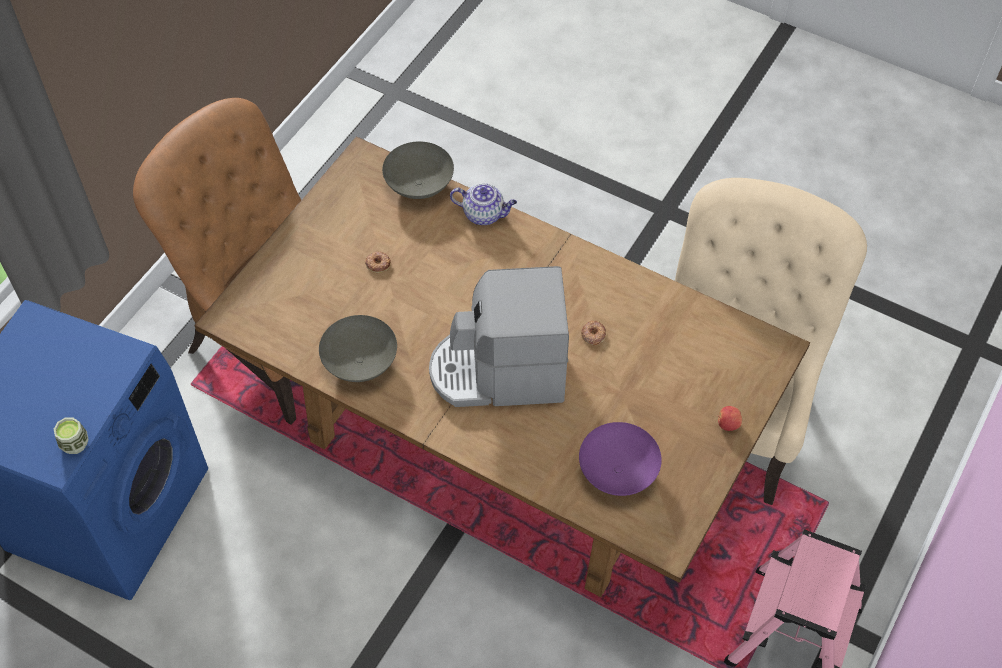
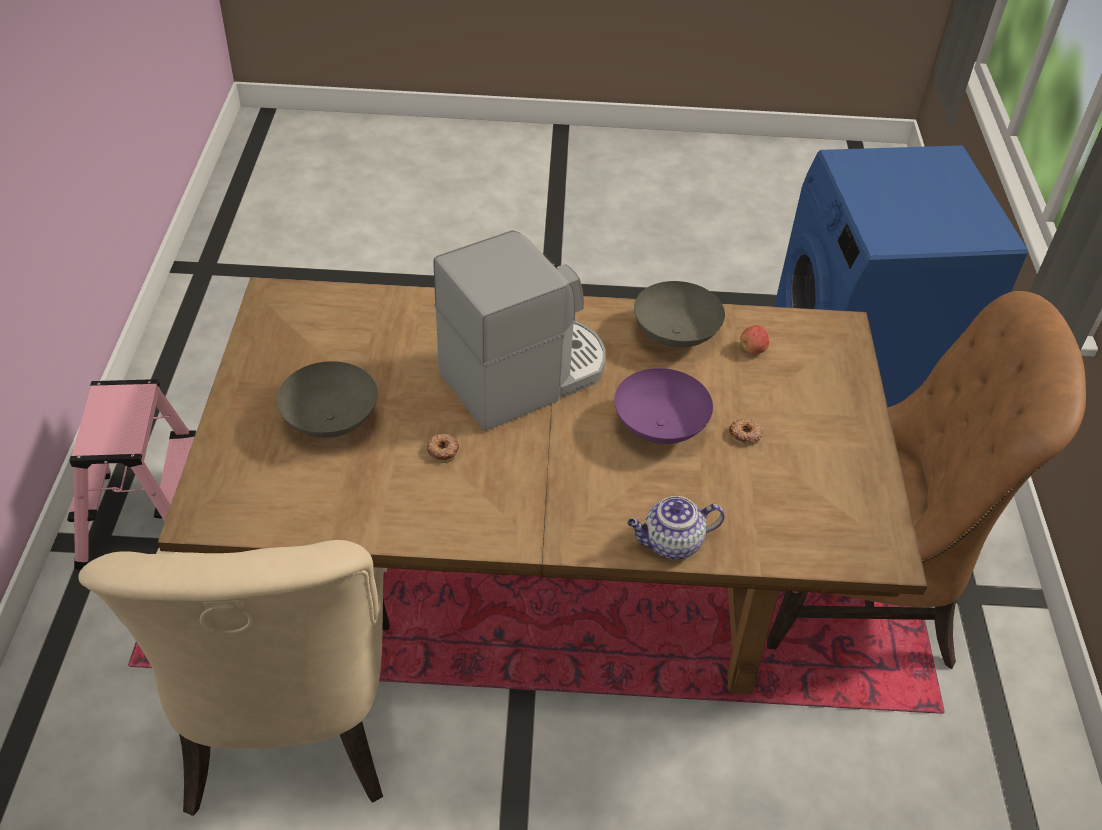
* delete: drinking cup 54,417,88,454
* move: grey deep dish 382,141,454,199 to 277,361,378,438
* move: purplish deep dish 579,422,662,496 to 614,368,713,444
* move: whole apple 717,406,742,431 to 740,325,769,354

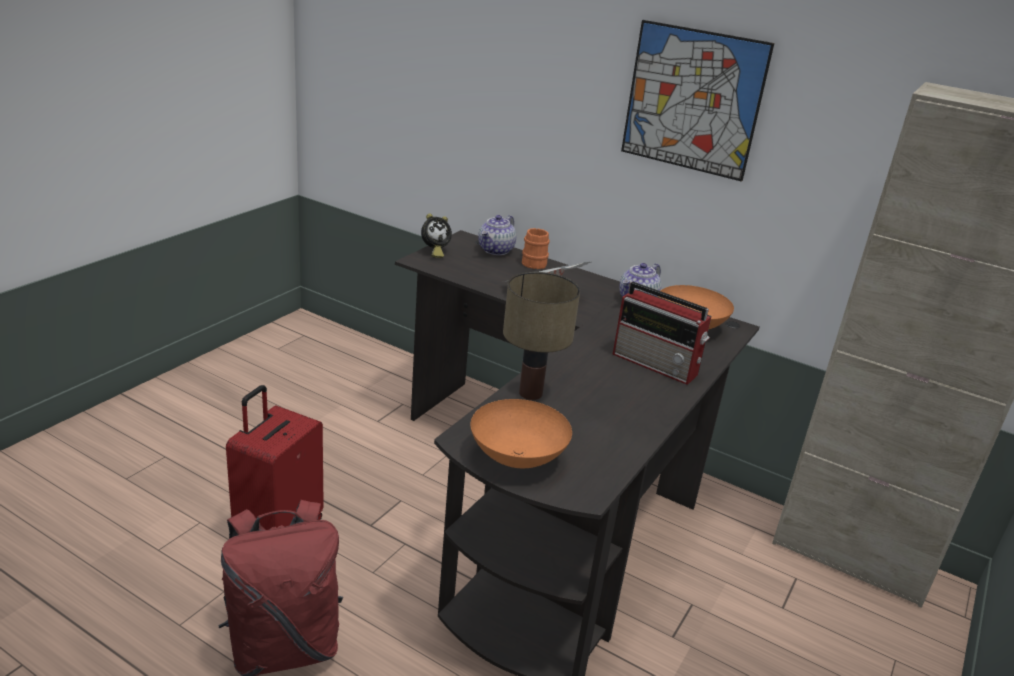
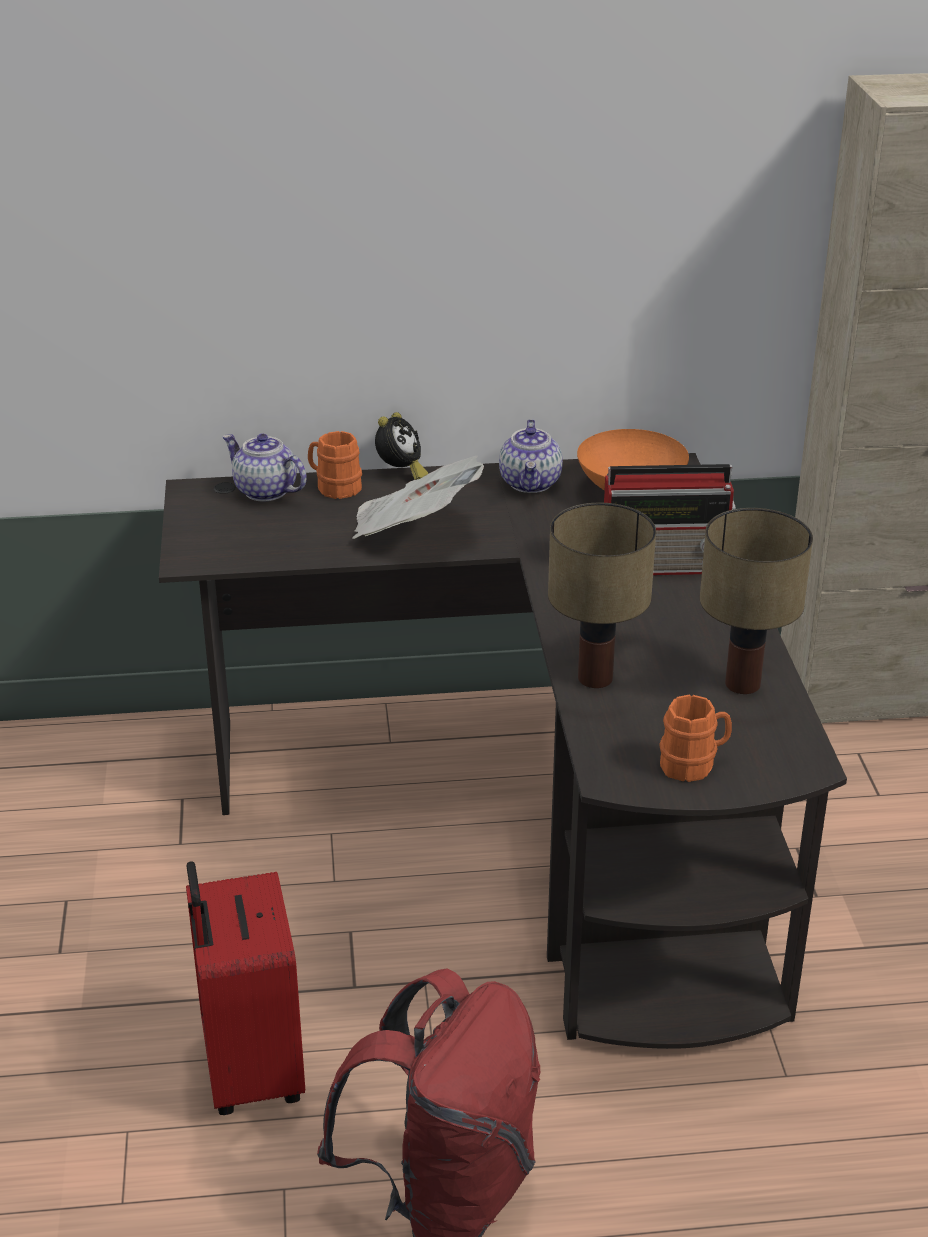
* move: table clock 421,213,452,258 to 375,412,428,480
* replace: orange-coloured deep dish 470,399,572,468 to orange-coloured mug 659,695,732,782
* rotate: tea pot 478,215,516,255 = 222,433,307,502 135 degrees clockwise
* delete: wall picture 621,20,774,182
* insert: tabletop lamp 700,508,813,694

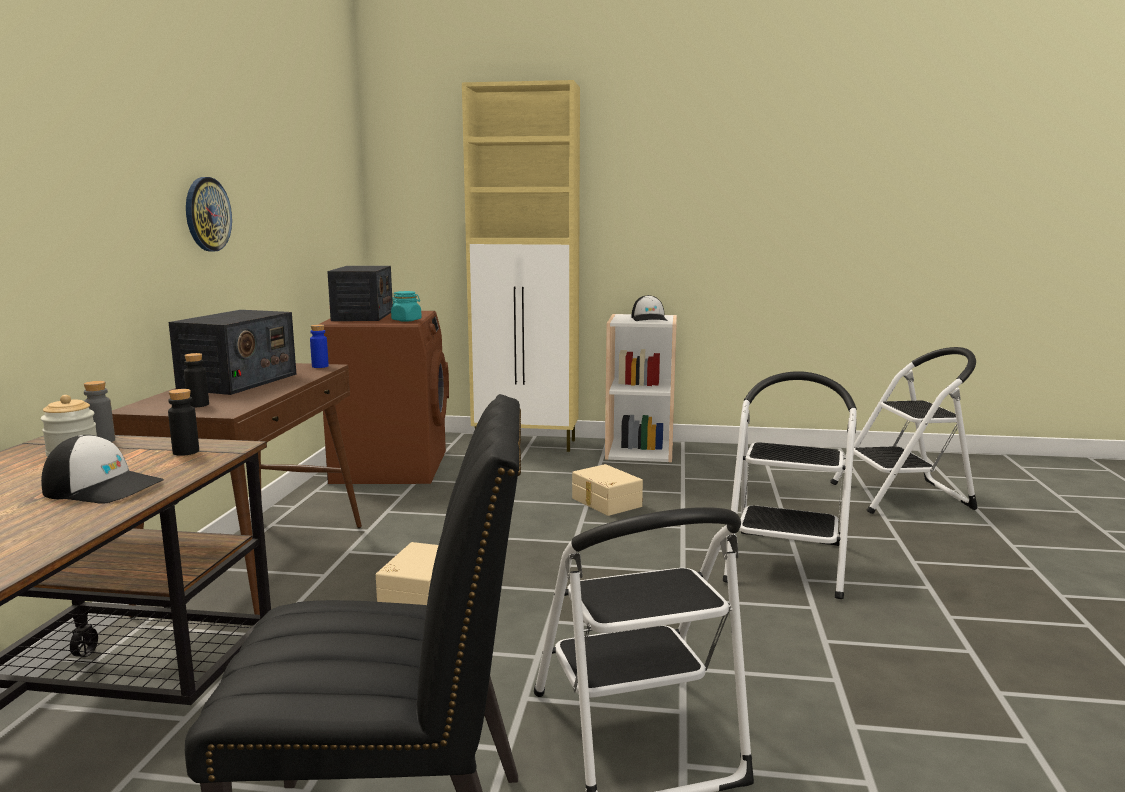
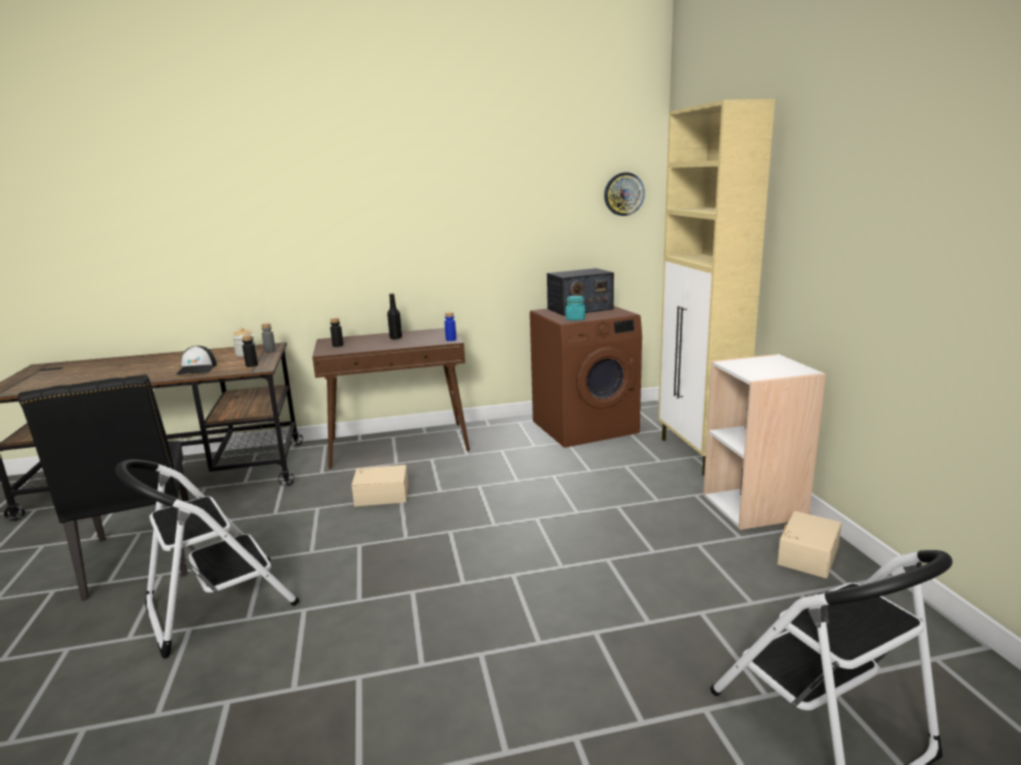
* replace: radio 168,310,296,395 to black bottle 387,293,402,339
* move: wall clock 186,177,232,252 to 604,172,645,216
* move: sand-coloured storage box 572,464,643,516 to 777,511,842,578
* delete: baseball cap 631,295,667,321
* delete: step stool 723,371,857,599

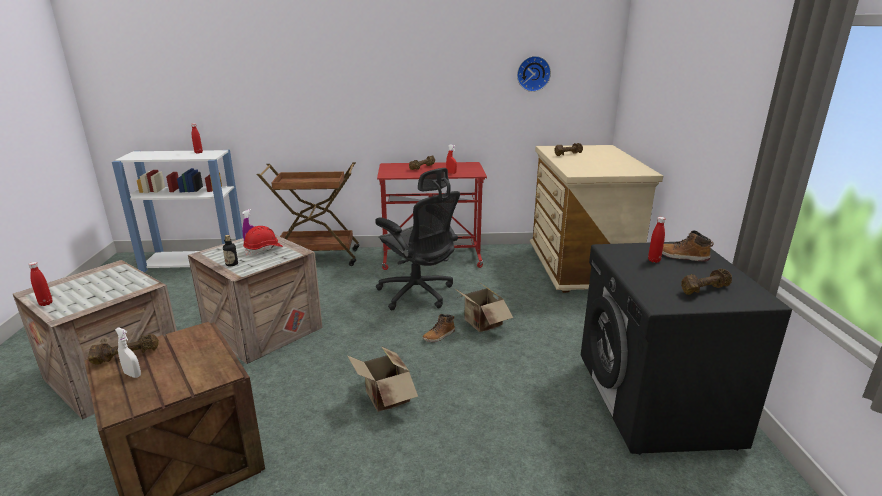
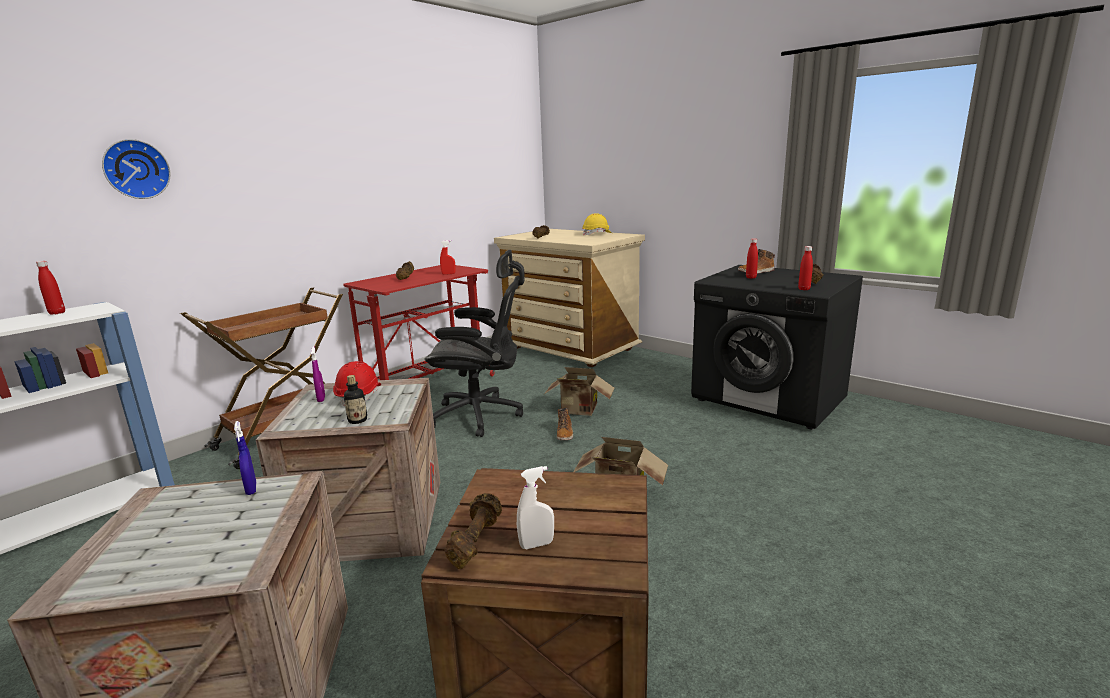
* move: red-coloured bottle 28,262,52,306 to 798,246,813,290
* move: wall clock 517,56,551,92 to 102,139,171,199
* insert: bluish hand sprayer 234,421,256,495
* insert: yellow-coloured hard hat 582,213,612,236

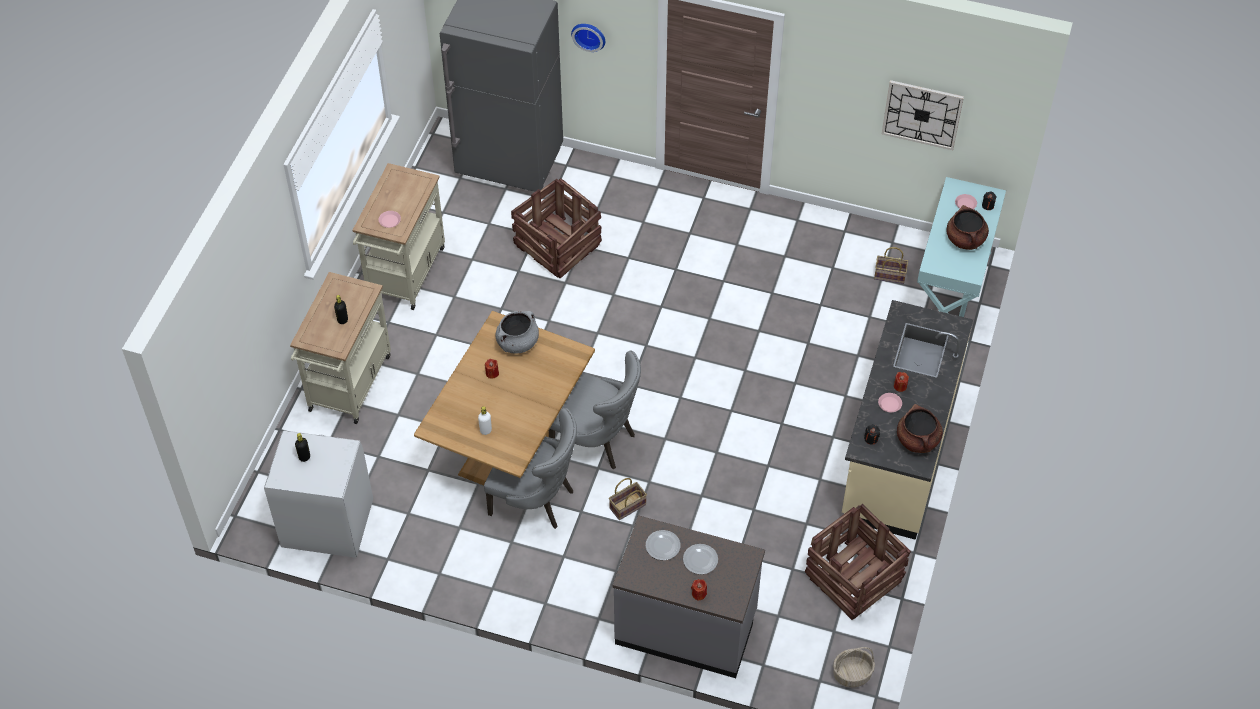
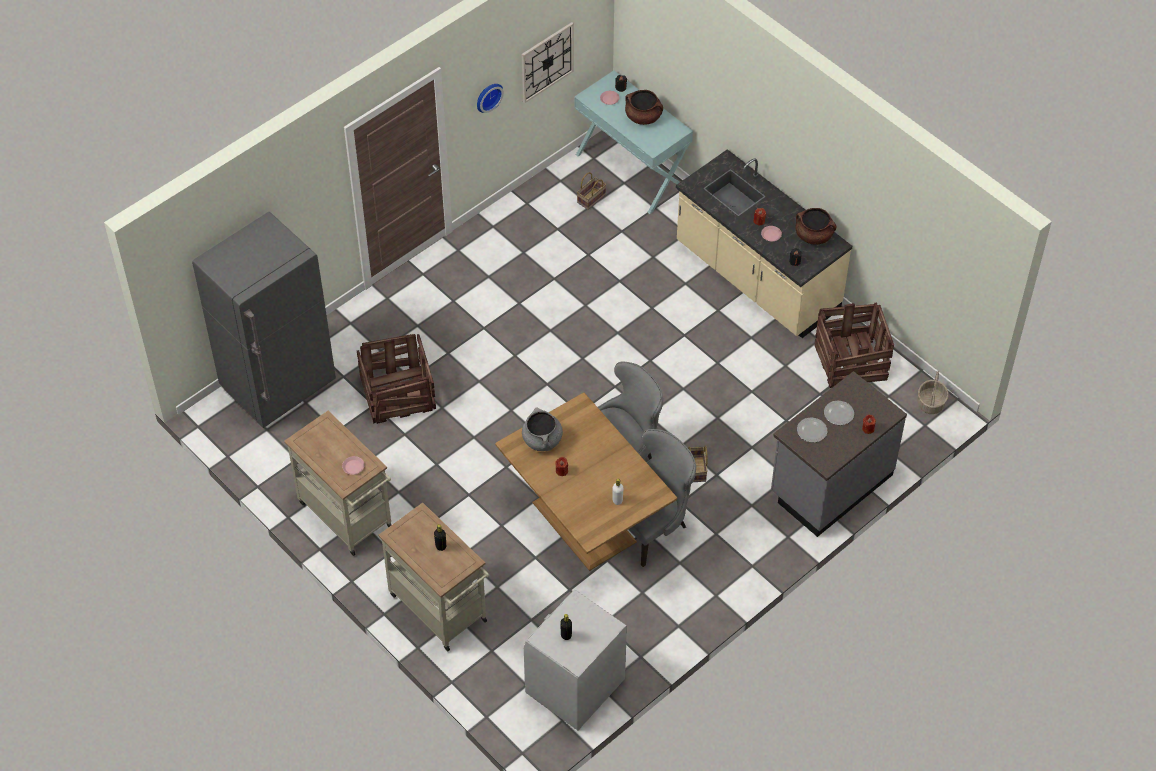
* move: wall clock 571,24,605,52 to 477,84,504,113

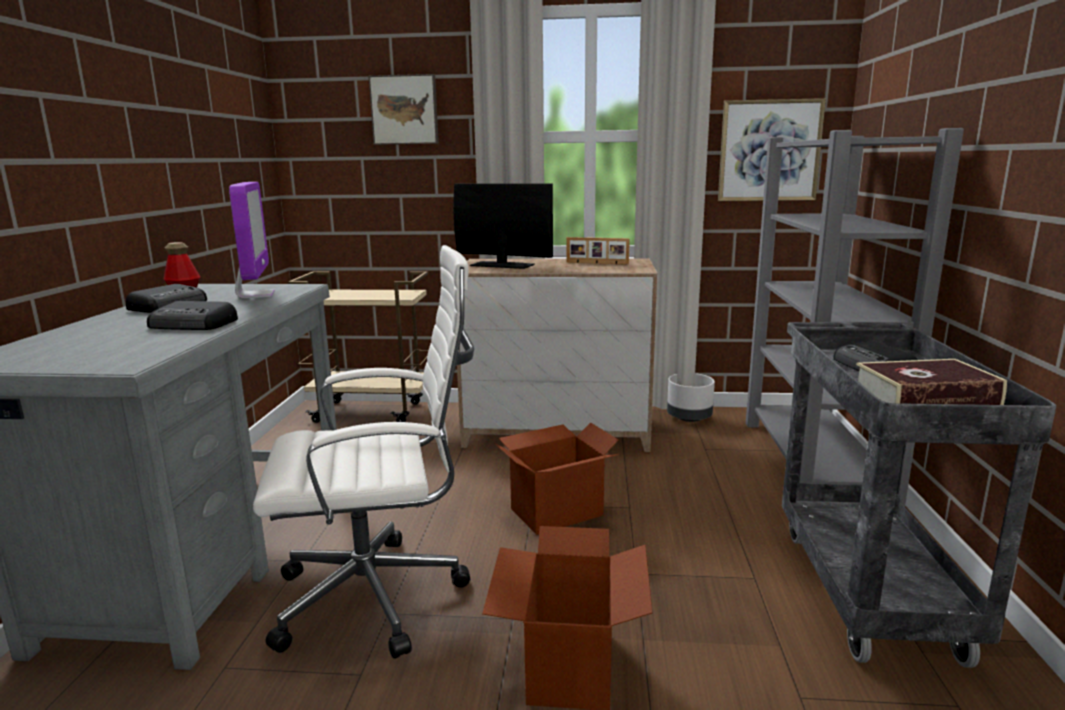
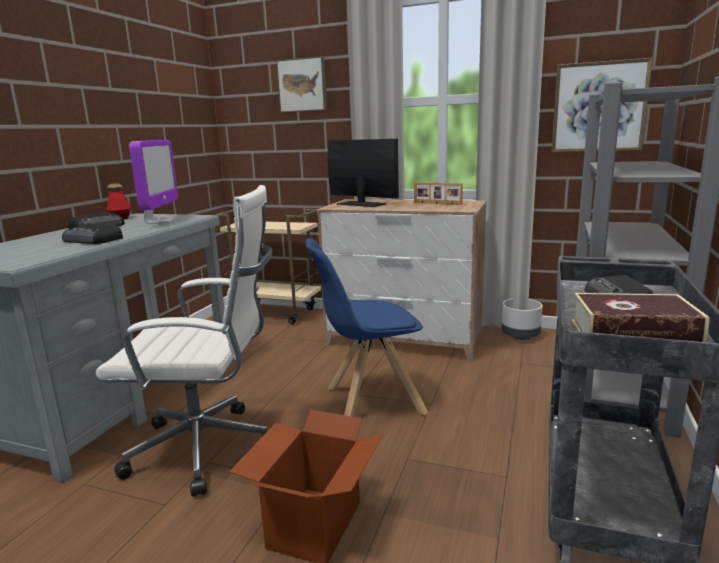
* replace: cardboard box 494,422,619,535 to bluish upright chair 306,238,428,417

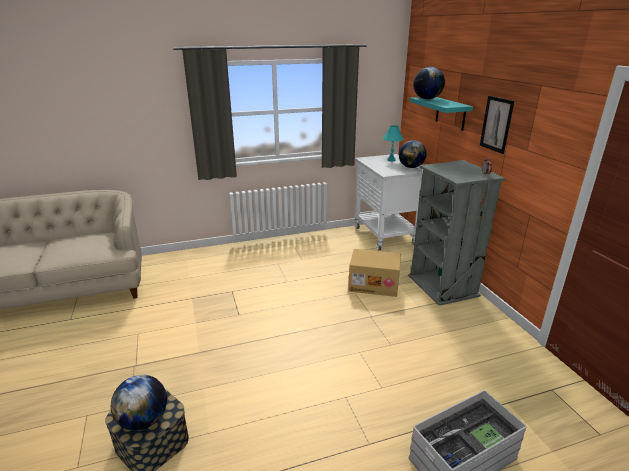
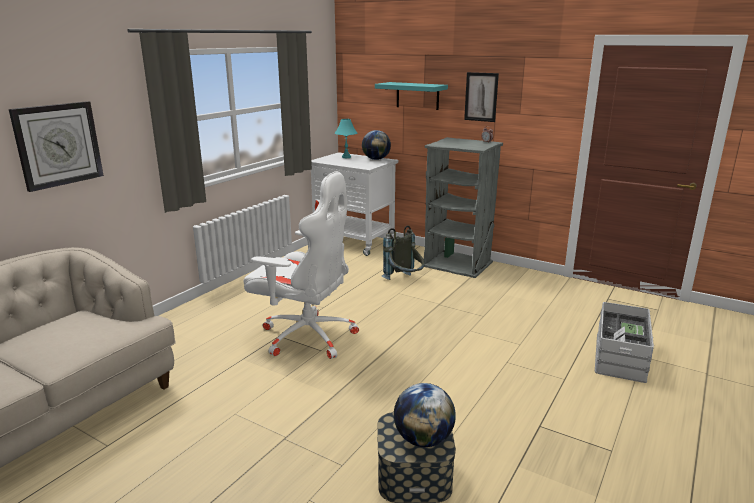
* replace: cardboard box 348,249,401,297 to grey backpack 382,225,425,280
* delete: world globe 413,67,445,99
* insert: wall clock 9,101,104,192
* insert: white-coloured desk chair 244,171,359,359

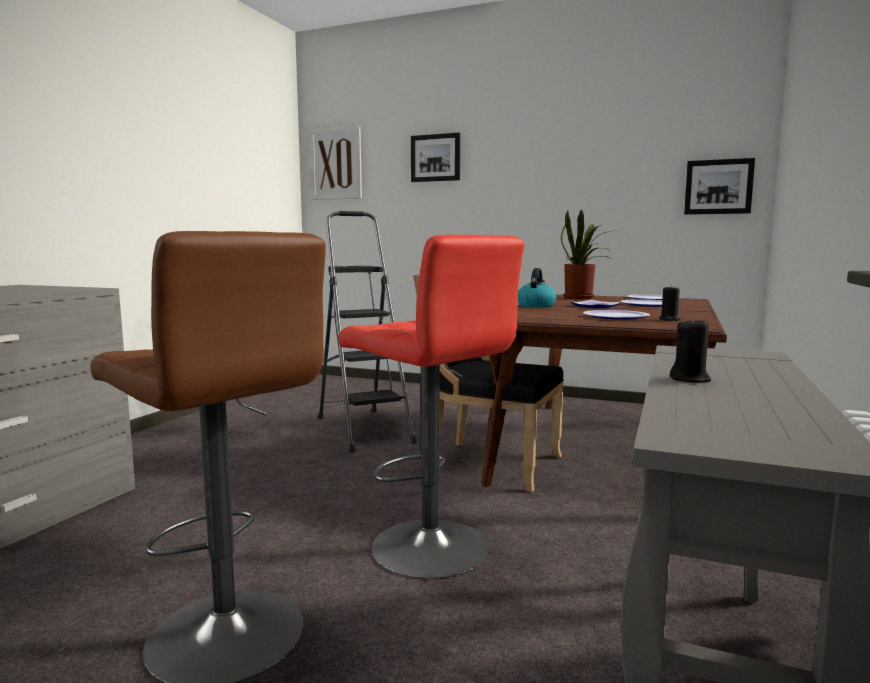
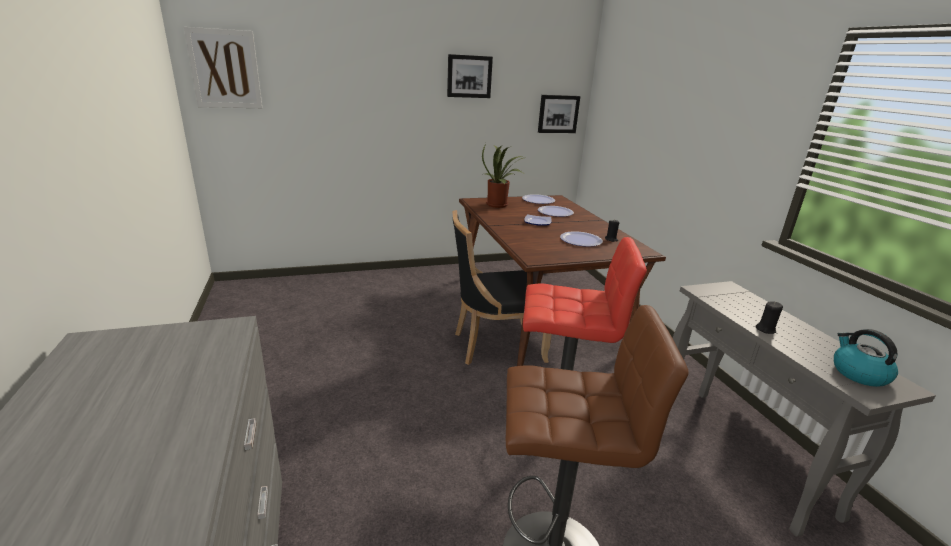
* delete: step stool 317,211,418,453
* move: wall picture 411,133,460,182 to 447,54,493,98
* move: tea kettle 518,268,557,307 to 834,329,898,387

